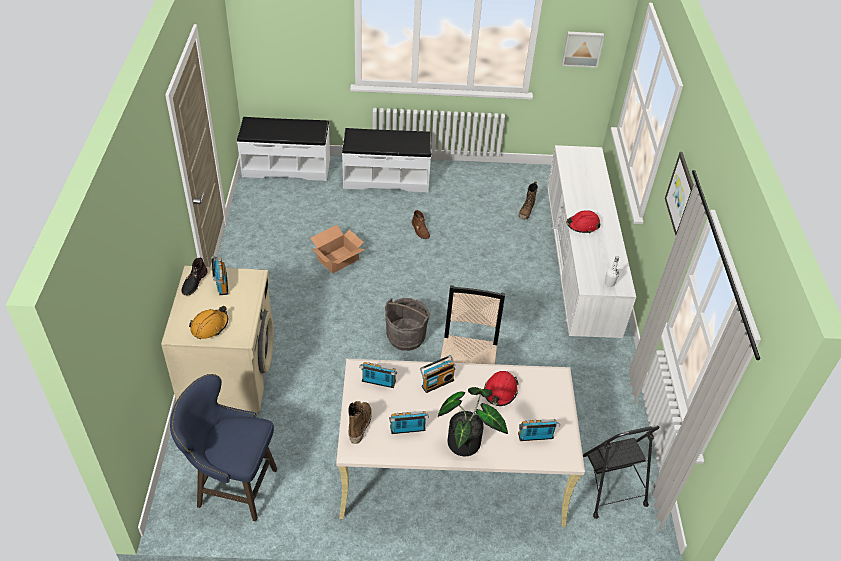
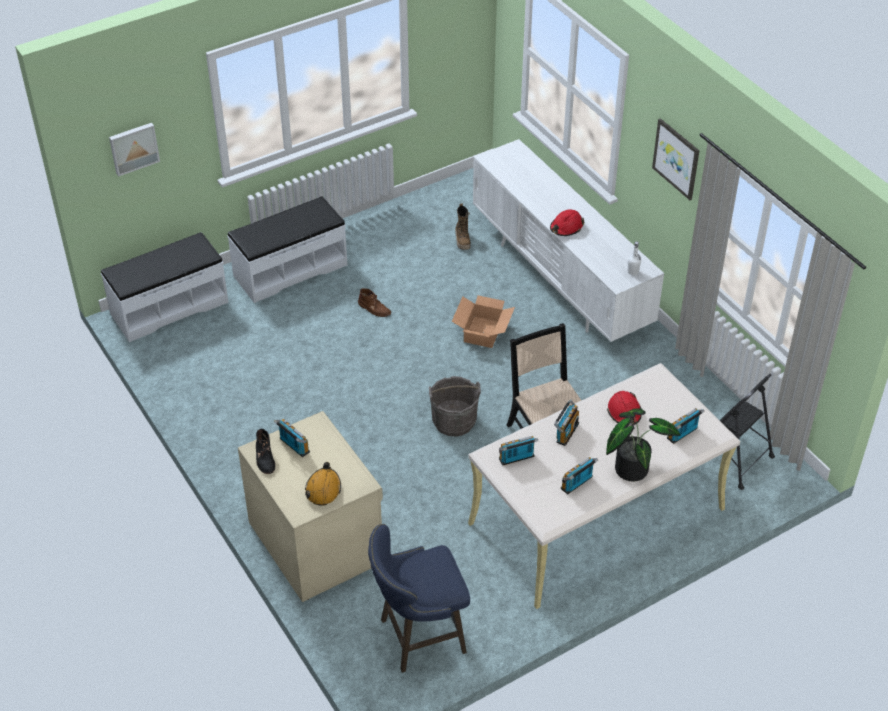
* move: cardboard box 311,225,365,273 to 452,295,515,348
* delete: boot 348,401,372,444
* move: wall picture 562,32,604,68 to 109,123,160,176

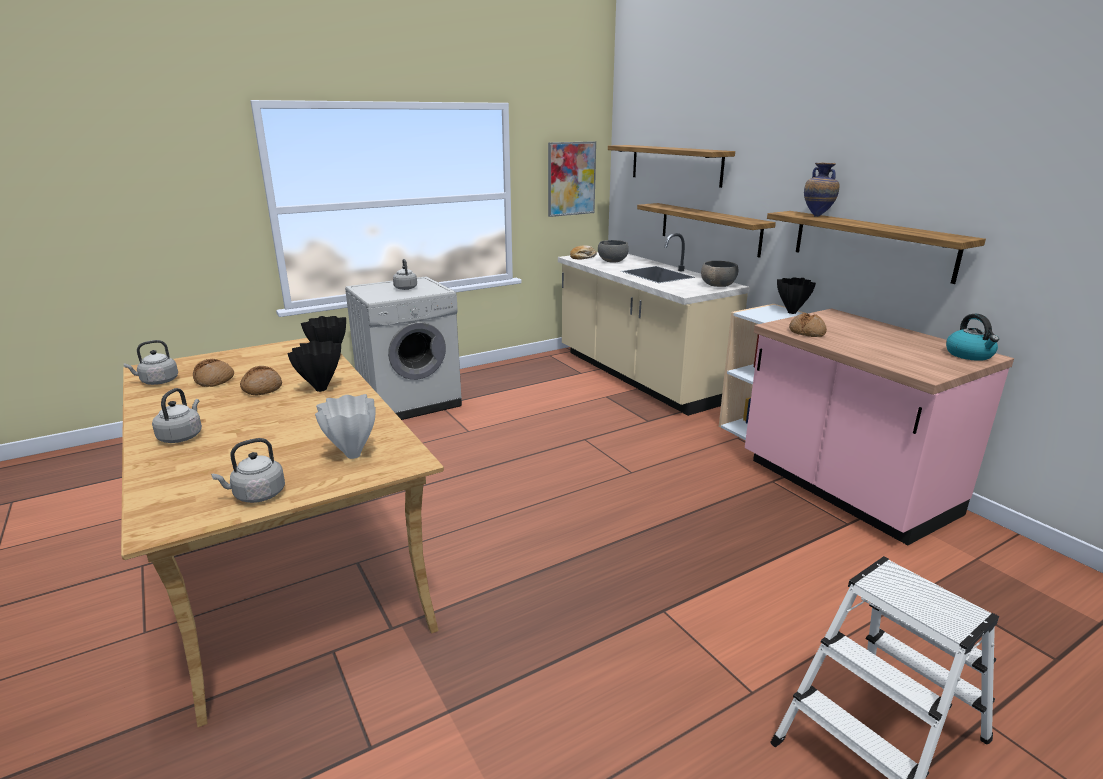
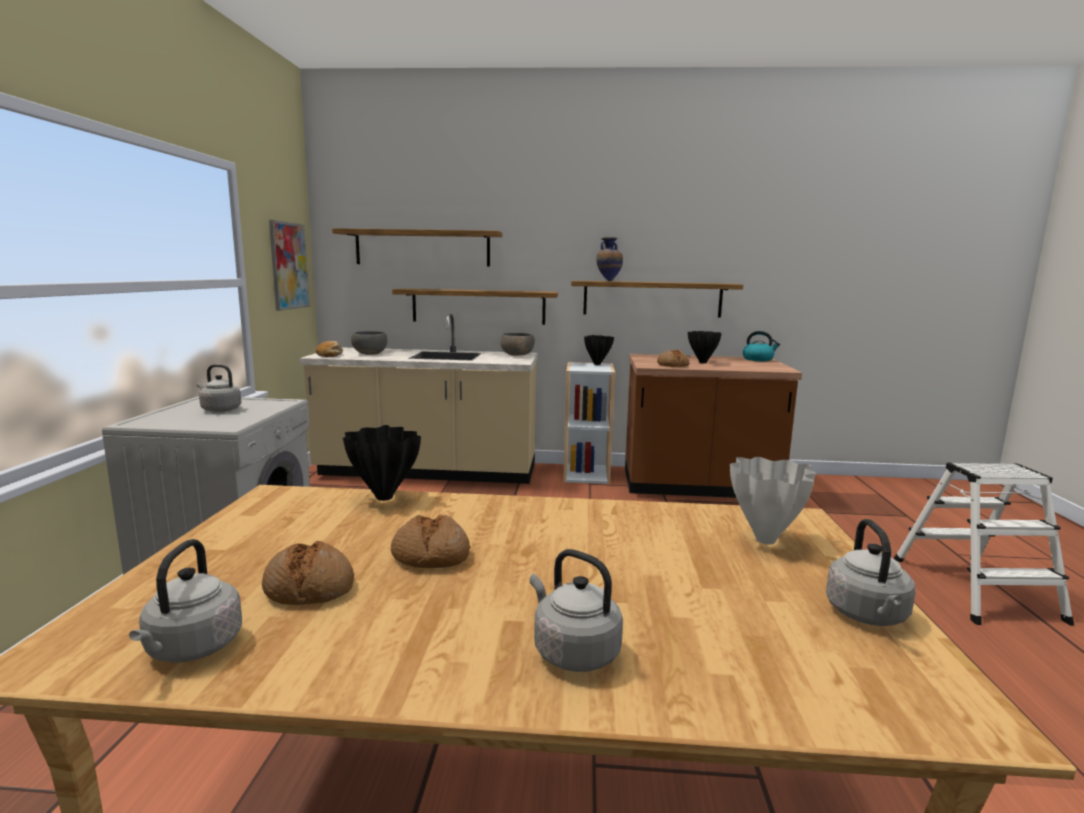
* move: black decorative vase 287,341,341,392 to 688,331,722,363
* recolor: pink-coloured counter 745,308,1014,545 to brown counter 625,354,802,498

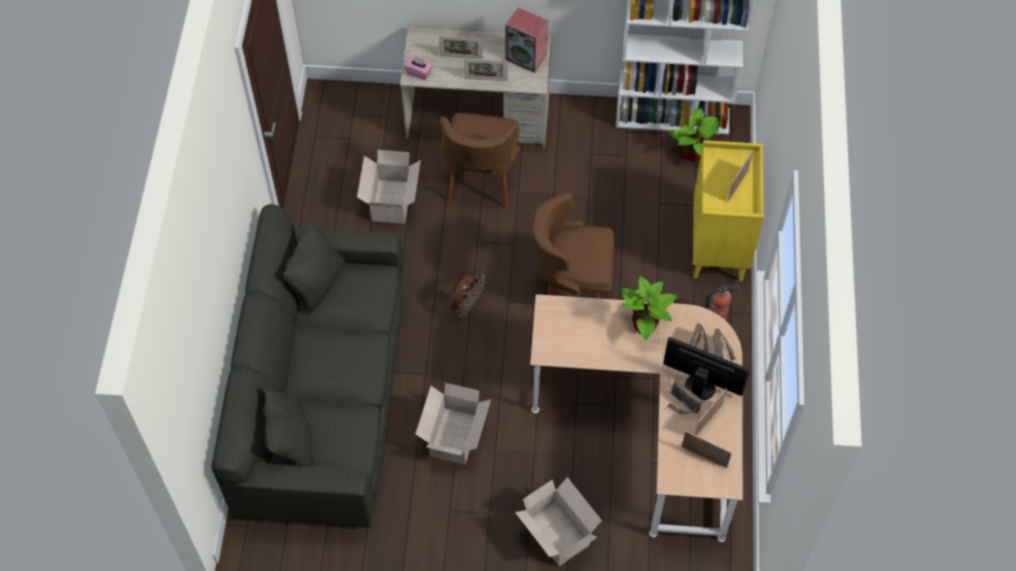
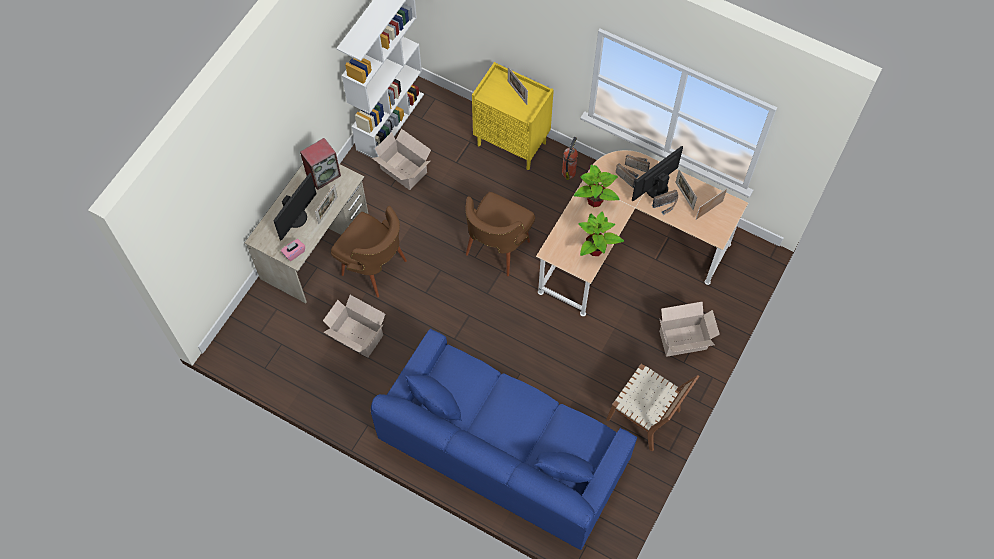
* recolor: grey couch 211,204,404,528 to bluish couch 371,329,637,550
* move: cardboard box 416,383,491,465 to 372,129,431,190
* replace: picture frame 439,36,482,59 to computer display 273,173,317,240
* delete: brown fan 451,272,485,317
* move: plant in a pot 668,108,719,162 to 578,211,624,256
* insert: upright chair 606,364,699,451

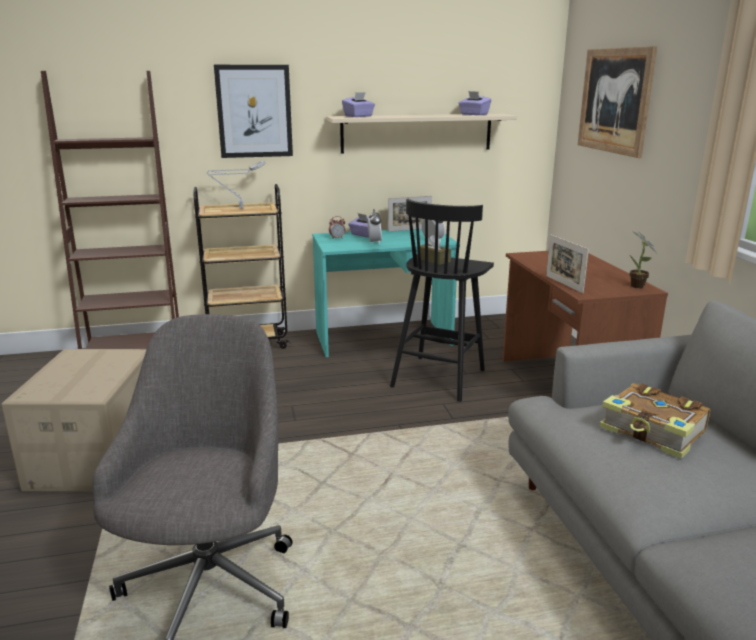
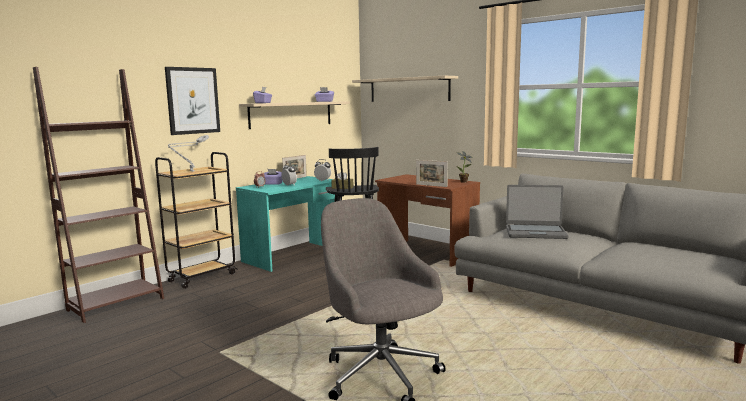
* delete: cardboard box 1,349,147,492
* replace: wall picture 578,46,657,158 to sand-coloured wall shelf 352,76,458,102
* replace: volume 599,383,710,459 to notebook computer 506,185,569,239

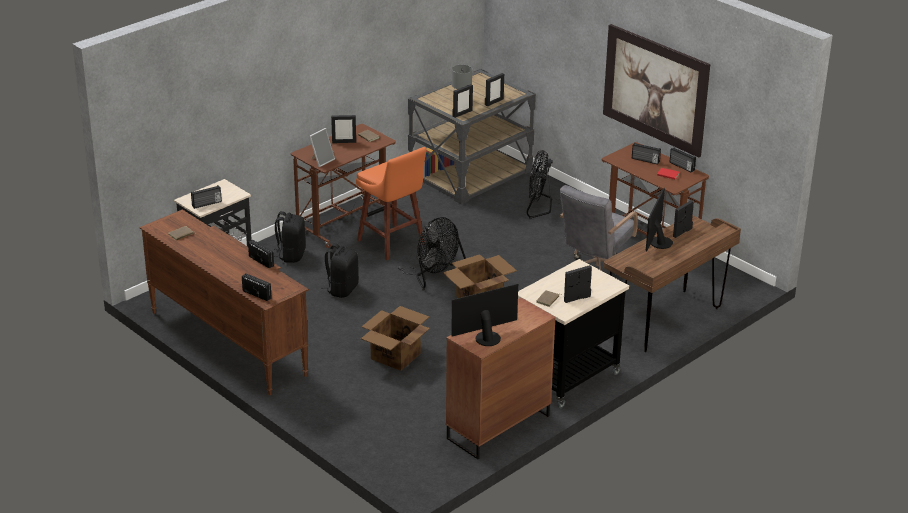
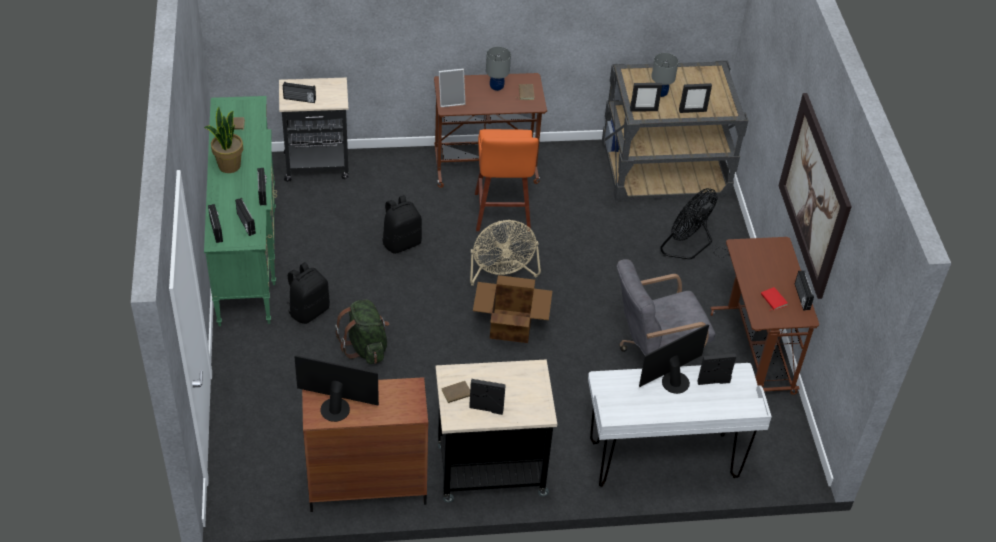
* recolor: brown storage cabinet 139,210,309,396 to greenish storage cabinet 204,96,277,326
* move: black backpack 273,211,306,263 to 287,262,330,324
* replace: picture frame 331,115,356,143 to grey tabletop lamp 486,47,511,91
* replace: cardboard box 361,306,430,371 to greenish backpack 335,300,389,364
* recolor: black fan 398,217,466,291 to sand-coloured fan 470,220,541,286
* recolor: brown desk unit 603,216,741,352 to white-coloured desk unit 588,363,772,487
* move: radio 632,143,661,164 to 235,198,256,236
* insert: plant in a pot 204,107,243,173

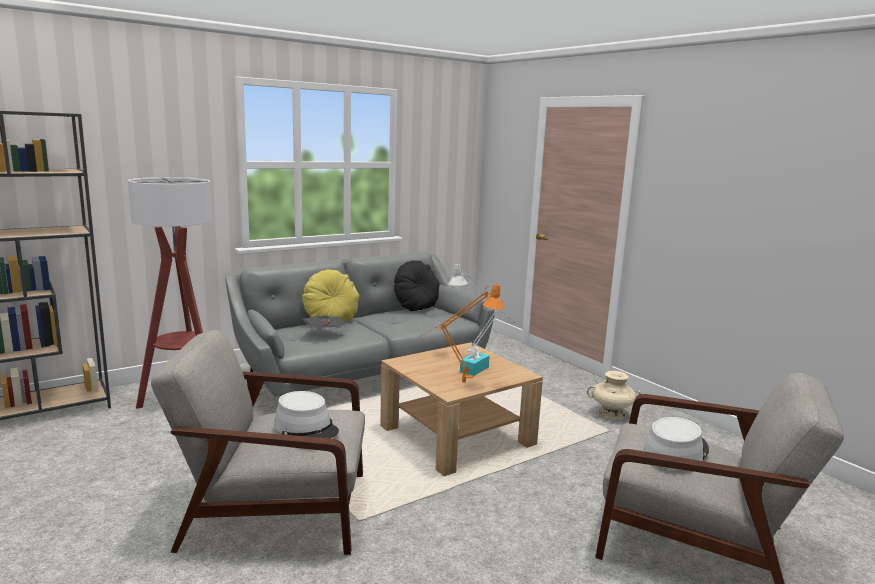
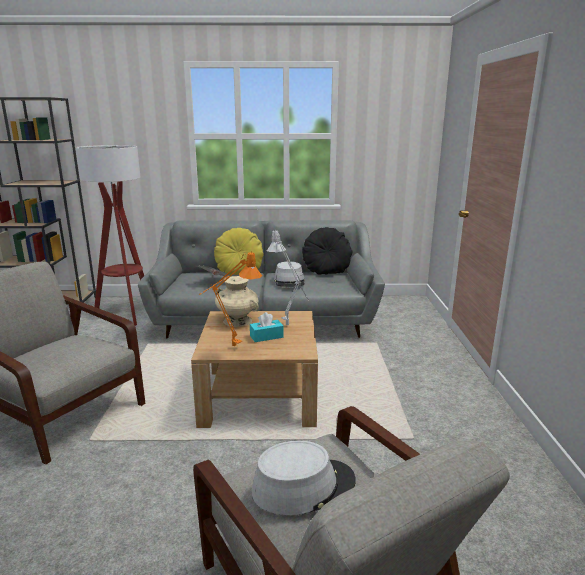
* move: grey wearable hat 274,391,339,438 to 274,261,305,287
* move: sand-coloured decorative vase 587,371,641,420 to 215,276,259,327

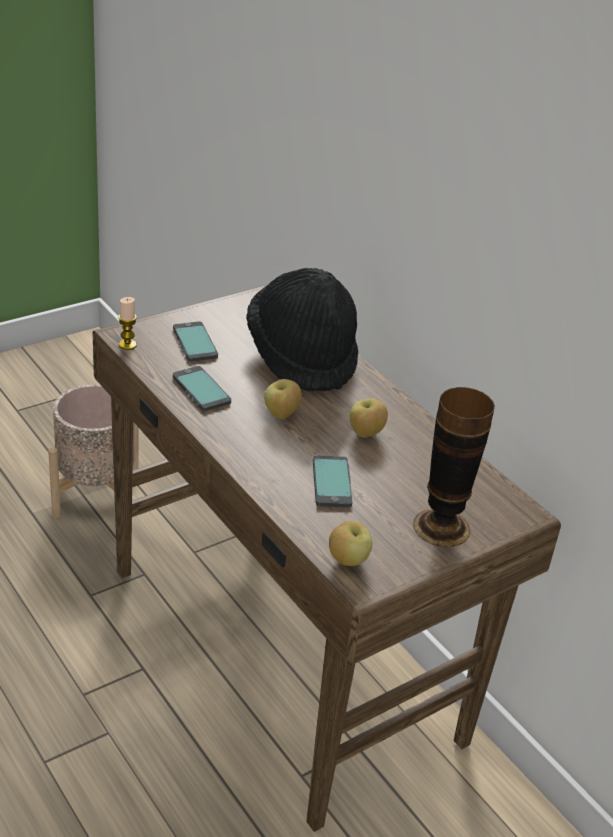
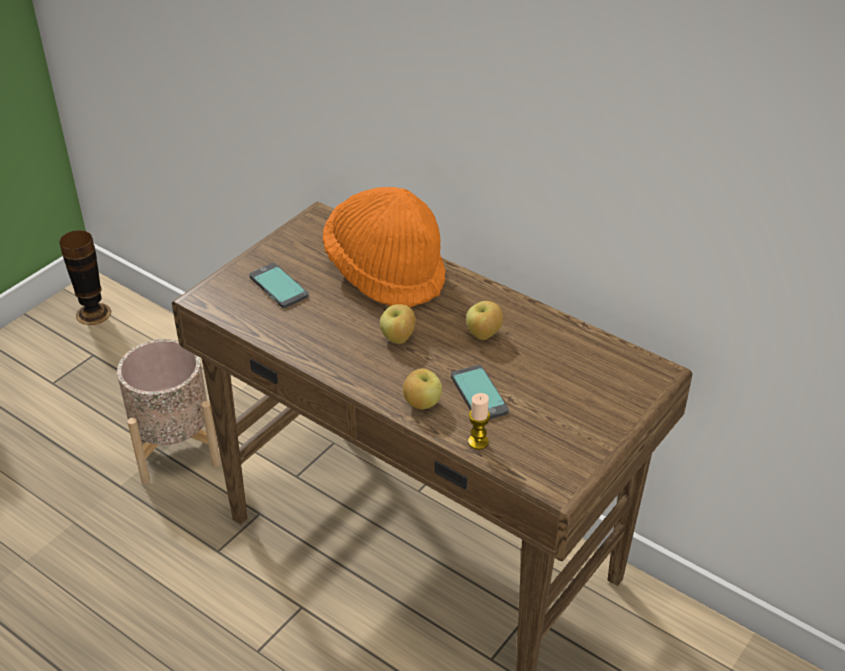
* move: wax candle 118,297,137,350 to 468,393,490,450
* delete: telephone 173,366,231,411
* recolor: black wearable hat 246,268,358,391 to orange-coloured wearable hat 323,187,446,307
* move: whole apple 329,521,372,566 to 403,368,442,409
* move: decorative vase 413,387,495,547 to 59,230,111,325

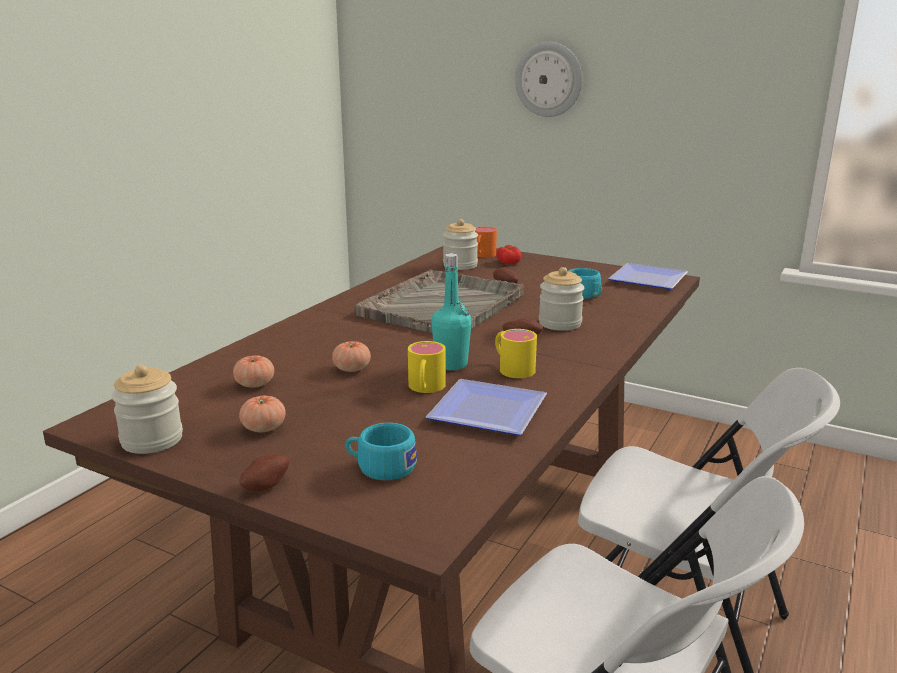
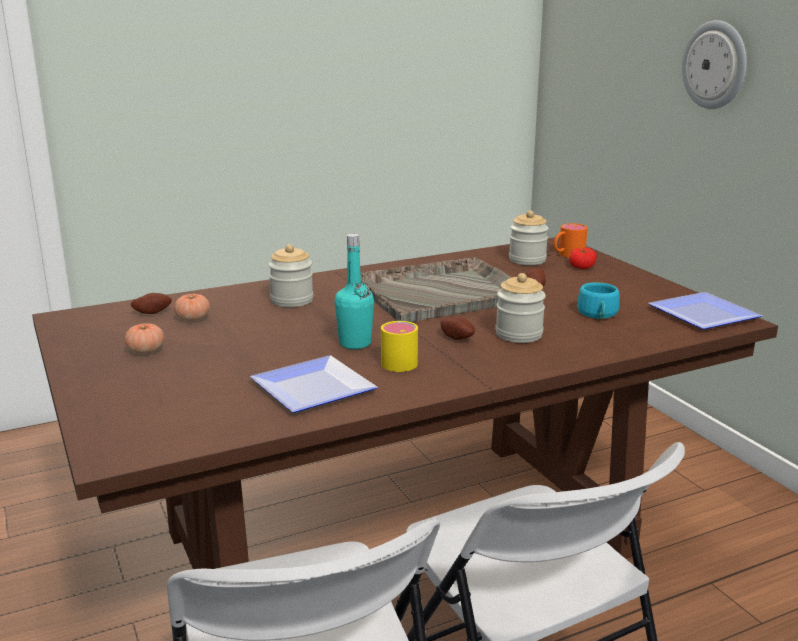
* move: storage jar 111,365,183,454 to 268,244,313,307
* move: whole potato 239,454,289,491 to 131,293,172,314
* delete: fresh tomato 332,341,371,372
* delete: blue-green drinking cup 346,423,417,480
* delete: yellow-coloured mug 408,341,446,393

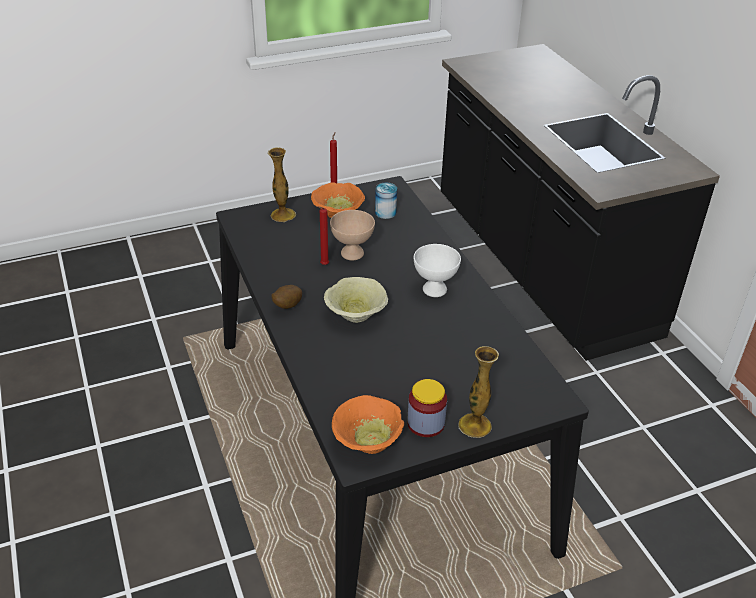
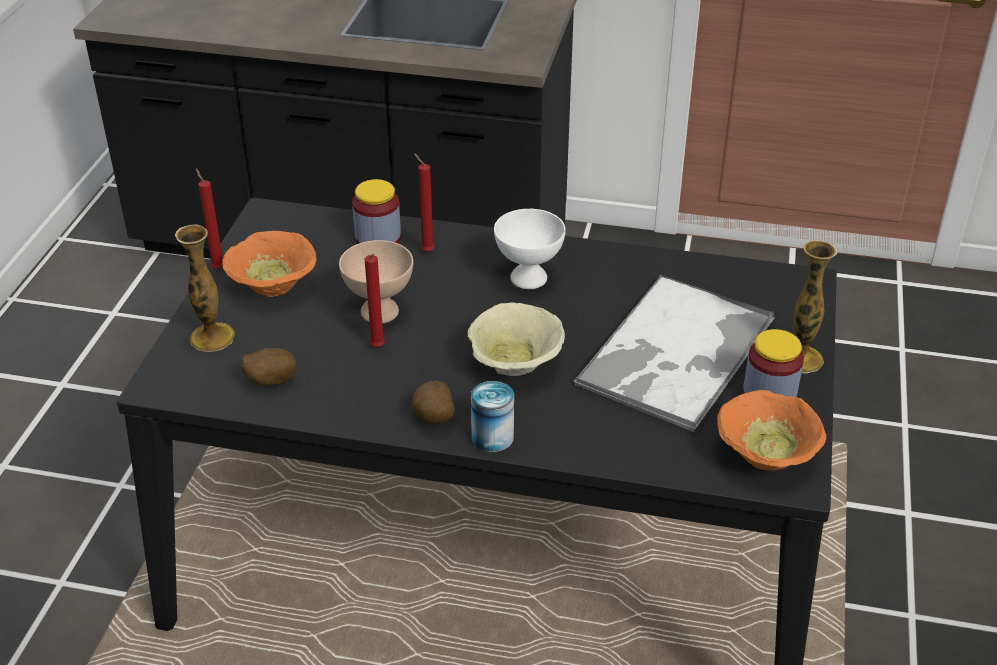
* move: metal can 375,183,397,219 to 471,381,514,452
* insert: whole potato 241,348,296,385
* insert: storage jar 352,179,401,244
* insert: red-coloured wax candle 414,153,435,252
* insert: tray 574,274,774,432

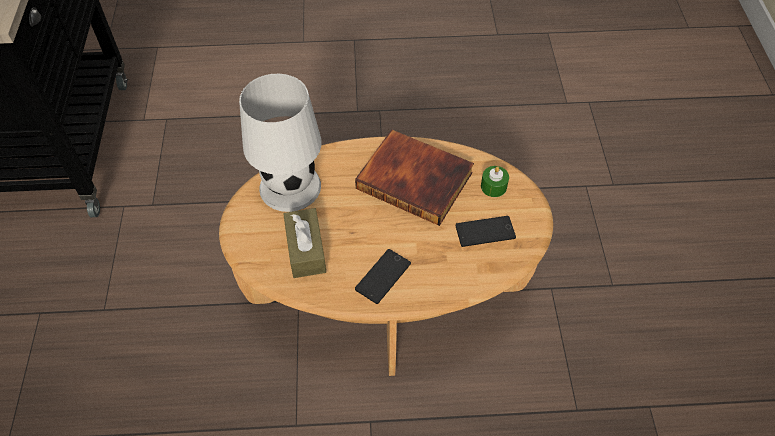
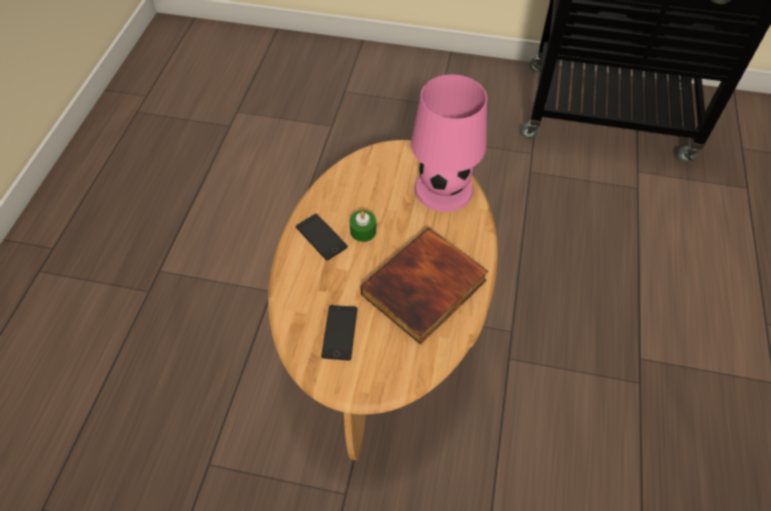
* recolor: white-coloured tabletop lamp 239,74,322,212 to pink-coloured tabletop lamp 411,75,487,212
* delete: brown box of tissues 283,208,326,278
* move: greenish wax candle 481,166,509,197 to 350,210,376,242

